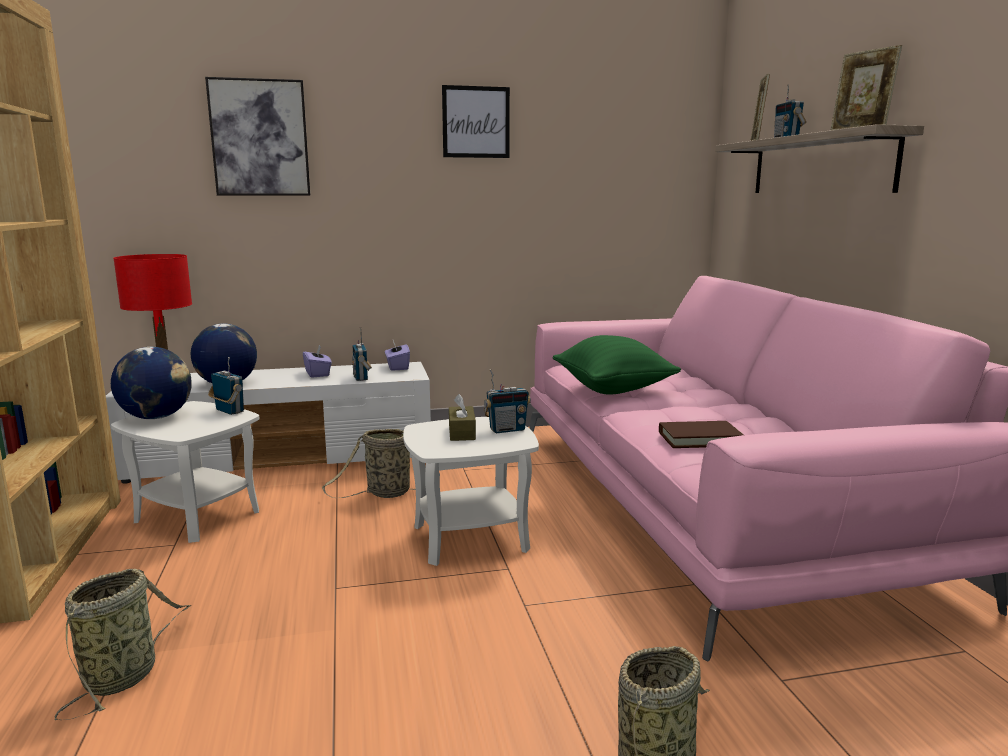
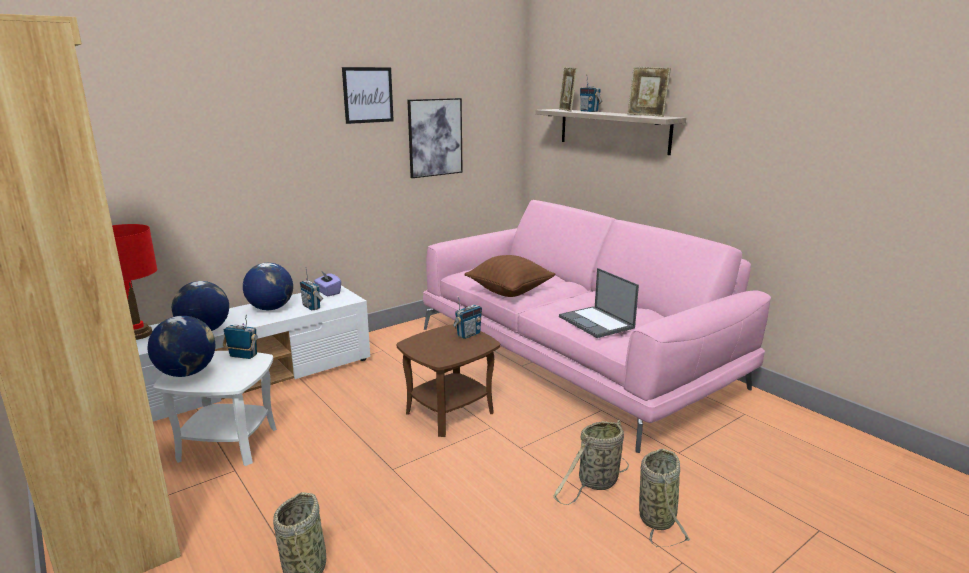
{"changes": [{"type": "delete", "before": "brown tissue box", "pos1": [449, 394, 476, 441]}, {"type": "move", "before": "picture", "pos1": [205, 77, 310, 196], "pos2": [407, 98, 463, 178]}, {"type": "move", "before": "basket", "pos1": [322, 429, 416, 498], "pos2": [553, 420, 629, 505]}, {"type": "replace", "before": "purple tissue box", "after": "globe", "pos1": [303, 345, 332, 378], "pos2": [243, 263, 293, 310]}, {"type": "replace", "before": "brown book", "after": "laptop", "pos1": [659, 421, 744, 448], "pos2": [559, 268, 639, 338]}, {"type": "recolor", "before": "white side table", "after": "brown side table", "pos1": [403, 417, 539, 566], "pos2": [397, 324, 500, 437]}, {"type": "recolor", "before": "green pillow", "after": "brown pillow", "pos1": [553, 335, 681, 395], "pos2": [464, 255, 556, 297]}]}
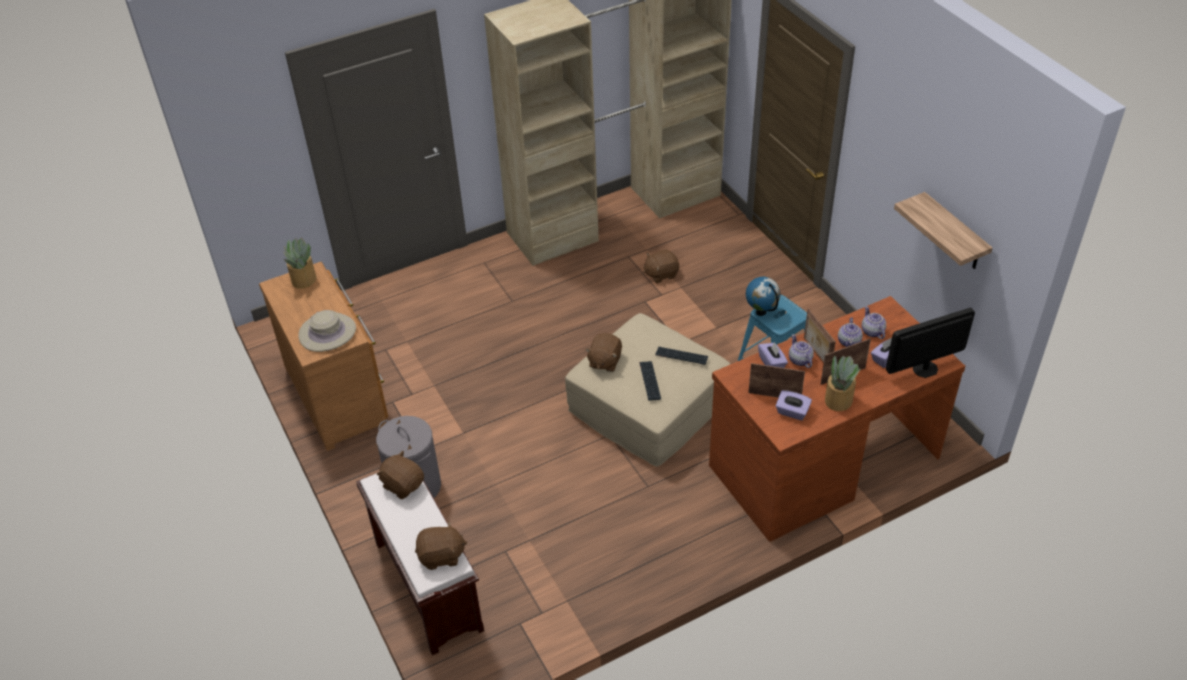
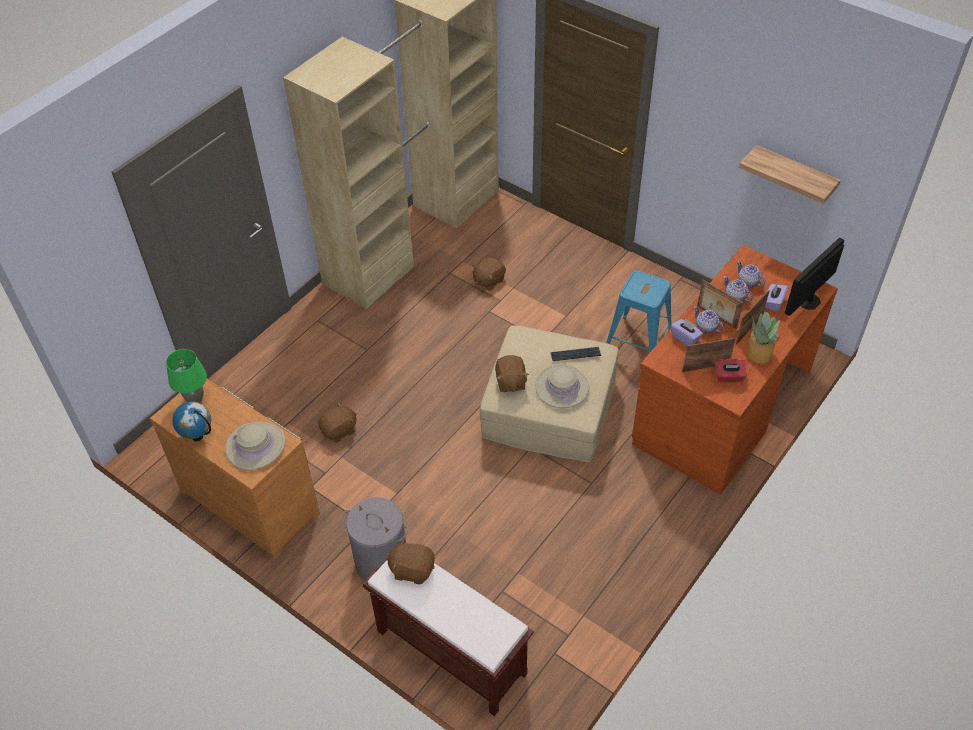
{"changes": [{"type": "move", "before": "brown plush toy", "pos1": [415, 521, 467, 570], "pos2": [318, 402, 357, 442]}, {"type": "move", "before": "globe", "pos1": [746, 277, 780, 316], "pos2": [172, 401, 211, 442]}, {"type": "replace", "before": "potted plant", "after": "green table lamp", "pos1": [283, 238, 316, 289], "pos2": [166, 349, 207, 403]}, {"type": "replace", "before": "keyboard", "after": "beige hat", "pos1": [639, 361, 661, 401], "pos2": [535, 364, 589, 408]}, {"type": "recolor", "before": "purple tissue box", "after": "red tissue box", "pos1": [776, 390, 812, 420], "pos2": [715, 359, 747, 382]}, {"type": "rotate", "before": "teapot", "pos1": [838, 317, 863, 347], "pos2": [723, 276, 753, 302], "turn": 150}]}
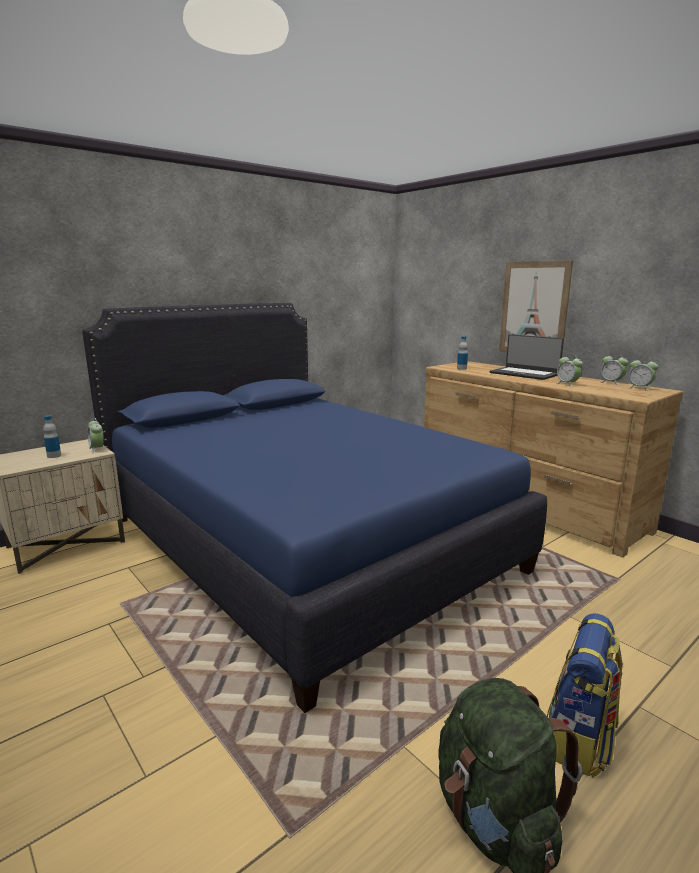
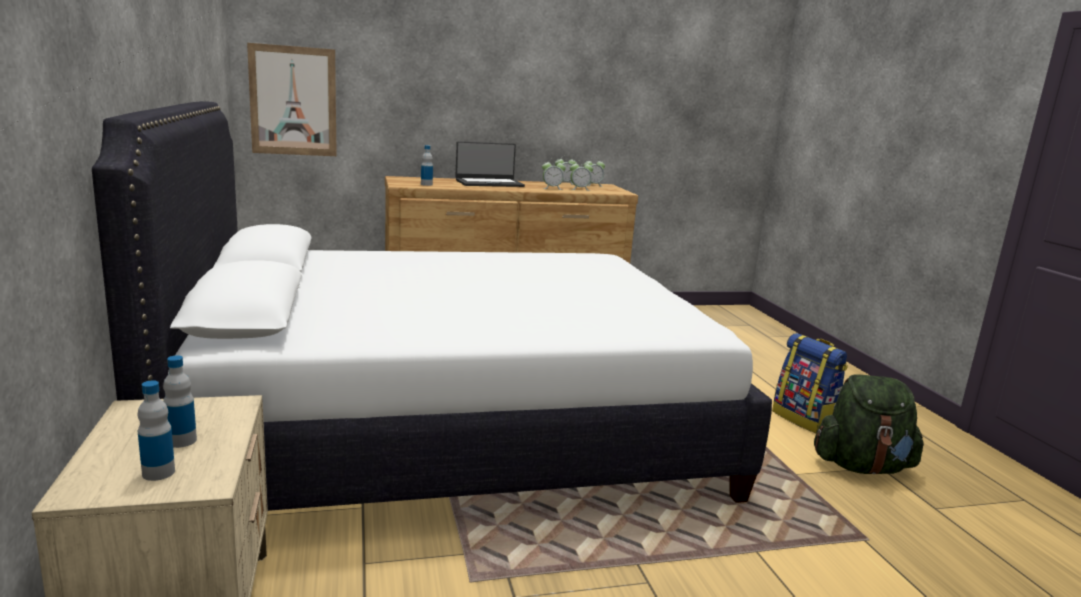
{"changes": [{"type": "insert", "after": "bottle", "pos2": [138, 380, 175, 481]}, {"type": "move", "before": "alarm clock", "pos1": [88, 418, 104, 453], "pos2": [570, 160, 593, 191]}, {"type": "move", "before": "picture", "pos1": [499, 260, 573, 355], "pos2": [247, 43, 337, 156]}, {"type": "recolor", "before": "blue bed", "after": "white bed", "pos1": [82, 303, 547, 713], "pos2": [92, 101, 772, 511]}]}
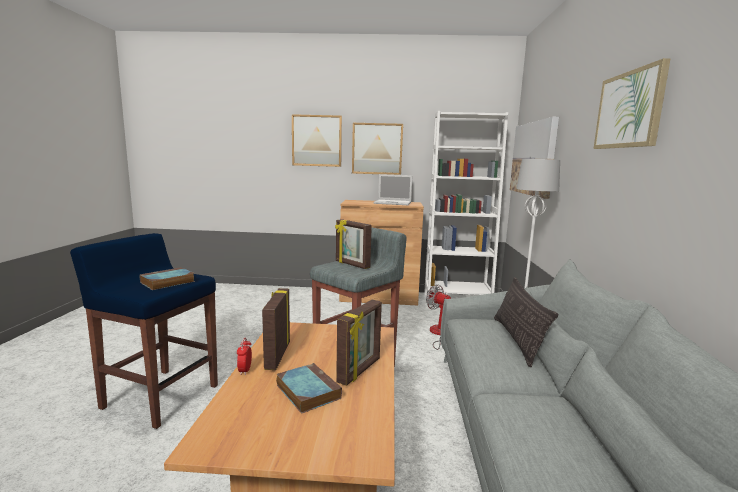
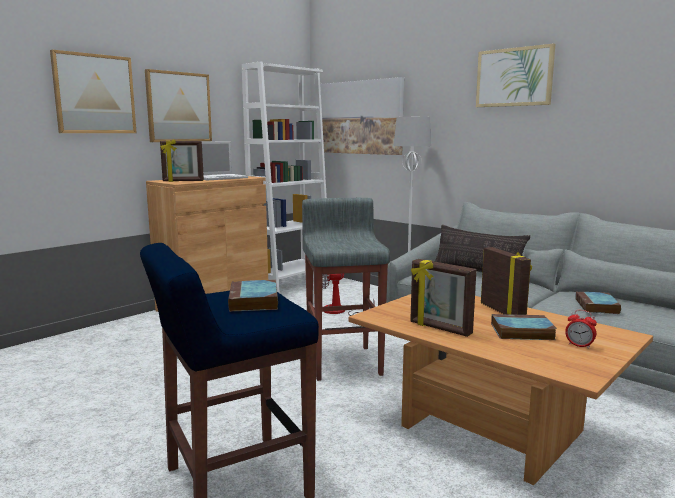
{"changes": [{"type": "insert", "after": "book", "pos2": [576, 291, 621, 314]}, {"type": "move", "before": "alarm clock", "pos1": [237, 337, 252, 375], "pos2": [565, 310, 597, 349]}, {"type": "move", "before": "picture frame", "pos1": [335, 219, 372, 269], "pos2": [160, 139, 204, 182]}]}
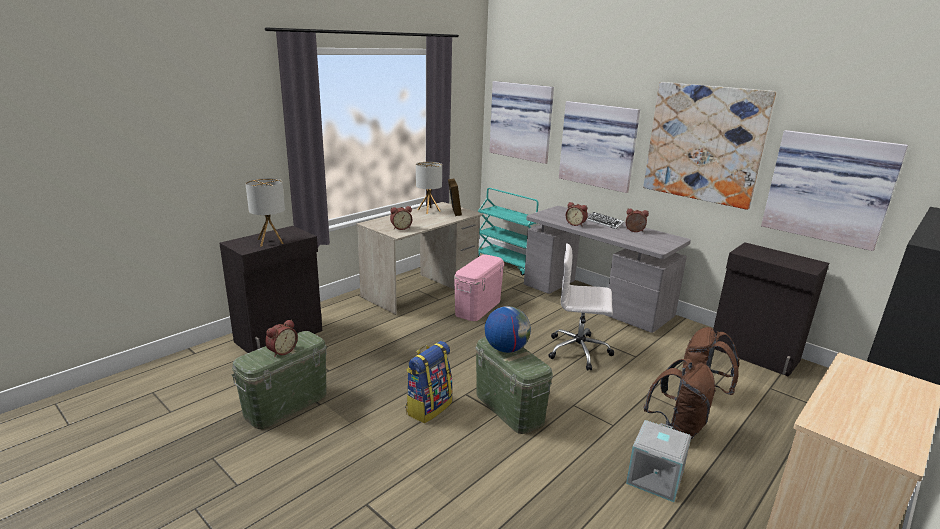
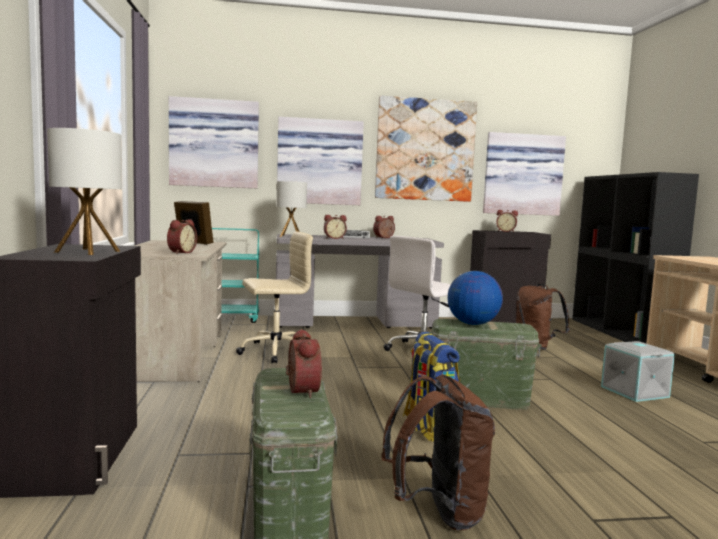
{"changes": [{"type": "insert", "after": "alarm clock", "pos2": [496, 210, 518, 232]}, {"type": "move", "before": "table lamp", "pos1": [416, 162, 442, 214], "pos2": [276, 181, 307, 237]}, {"type": "move", "before": "brown backpack", "pos1": [643, 359, 716, 439], "pos2": [381, 374, 495, 531]}, {"type": "replace", "before": "pink storage box", "after": "beige office chair", "pos1": [454, 254, 504, 321], "pos2": [236, 231, 313, 364]}]}
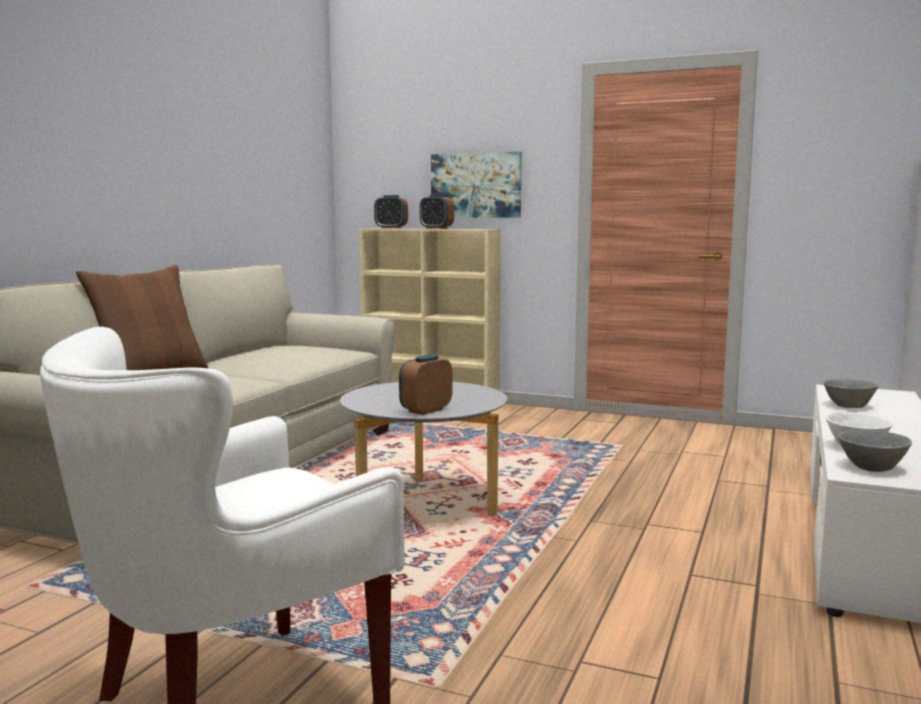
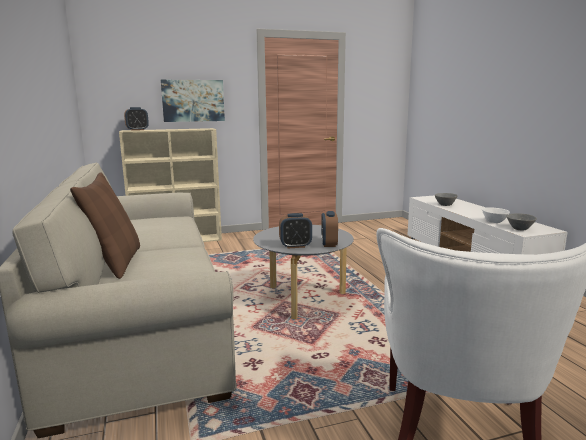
{"changes": [{"type": "move", "before": "alarm clock", "pos1": [420, 194, 454, 229], "pos2": [279, 213, 312, 248]}]}
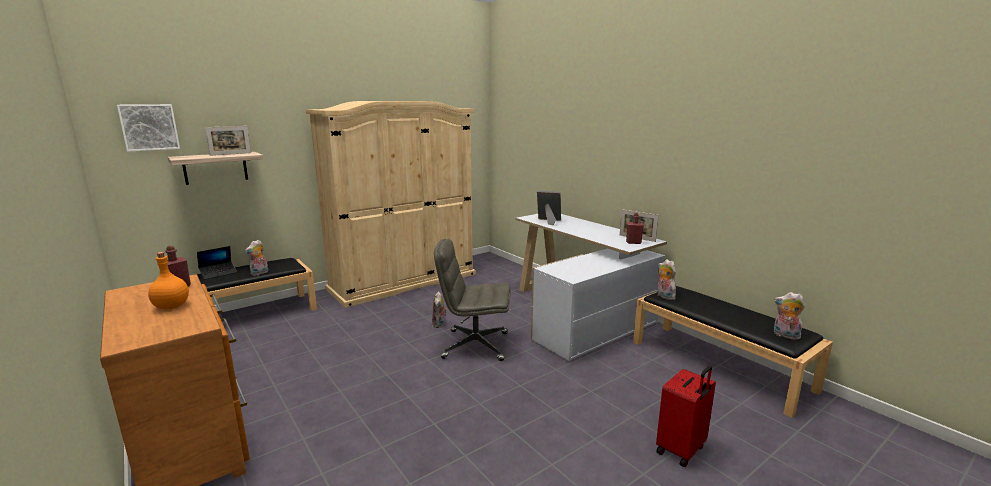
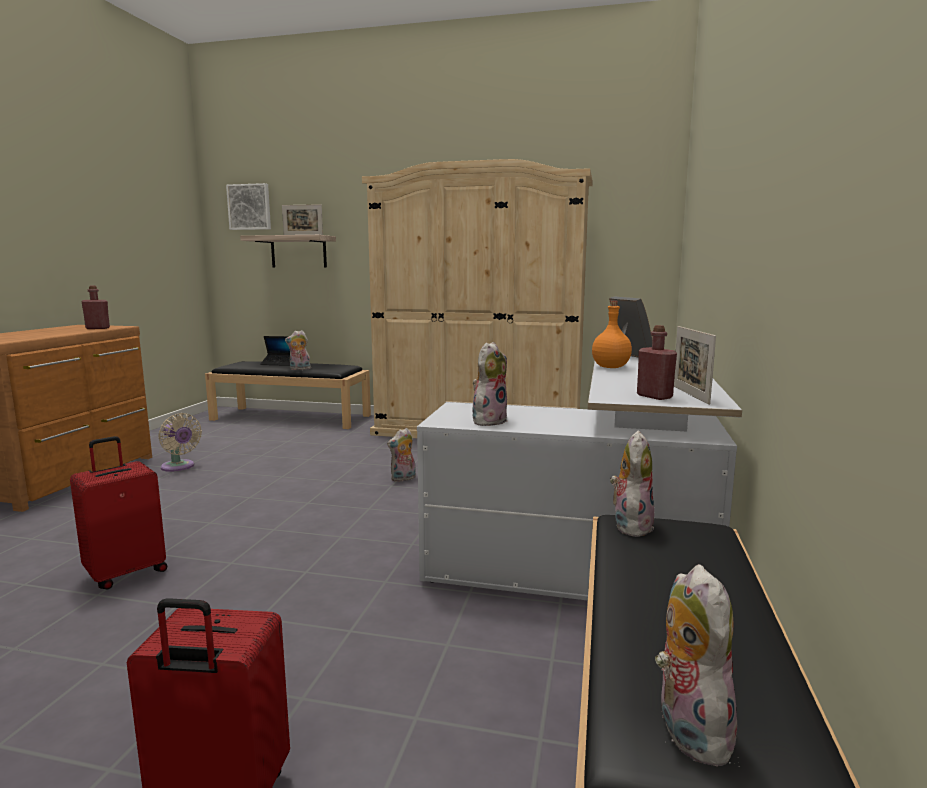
{"changes": [{"type": "delete", "before": "grey office chair", "pos1": [434, 239, 511, 361]}, {"type": "insert", "after": "red suitcase", "pos2": [70, 436, 167, 590]}, {"type": "insert", "after": "beige fan", "pos2": [158, 413, 202, 472]}, {"type": "insert", "after": "plush toy", "pos2": [472, 342, 507, 426]}, {"type": "move", "before": "orange bottle", "pos1": [148, 252, 189, 309], "pos2": [592, 301, 632, 368]}]}
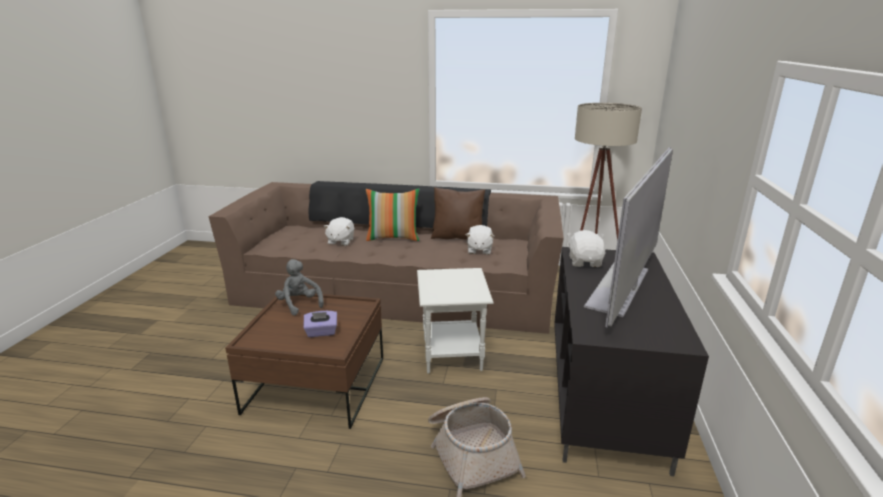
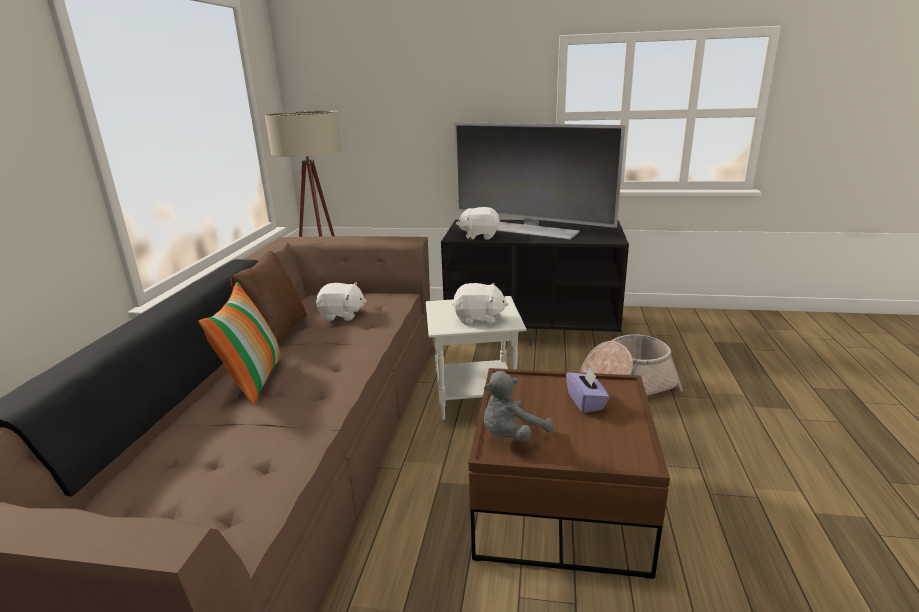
{"changes": [{"type": "move", "before": "white plush toy", "pos1": [323, 217, 354, 246], "pos2": [452, 283, 508, 325]}]}
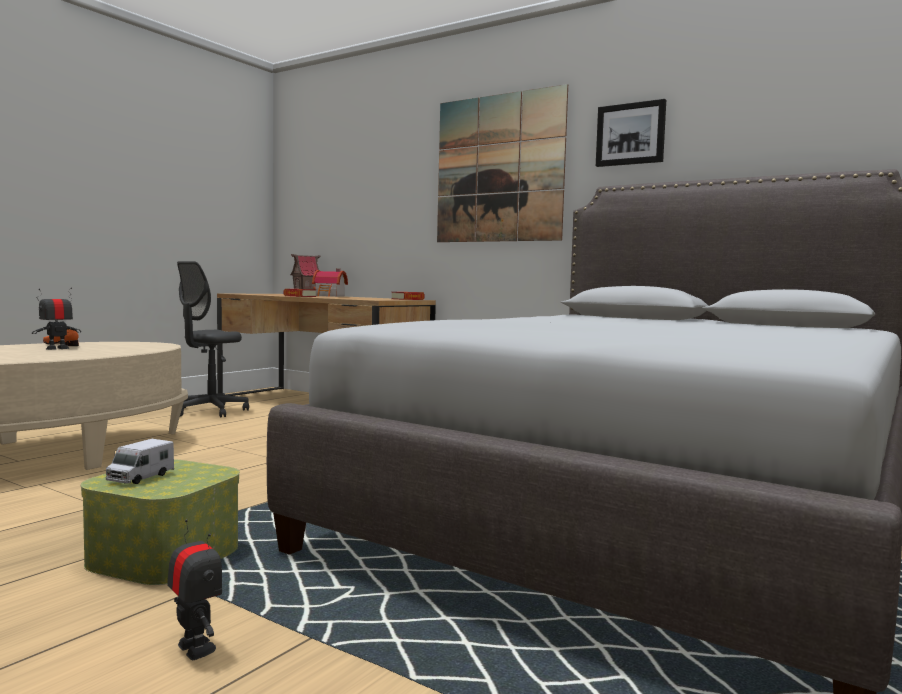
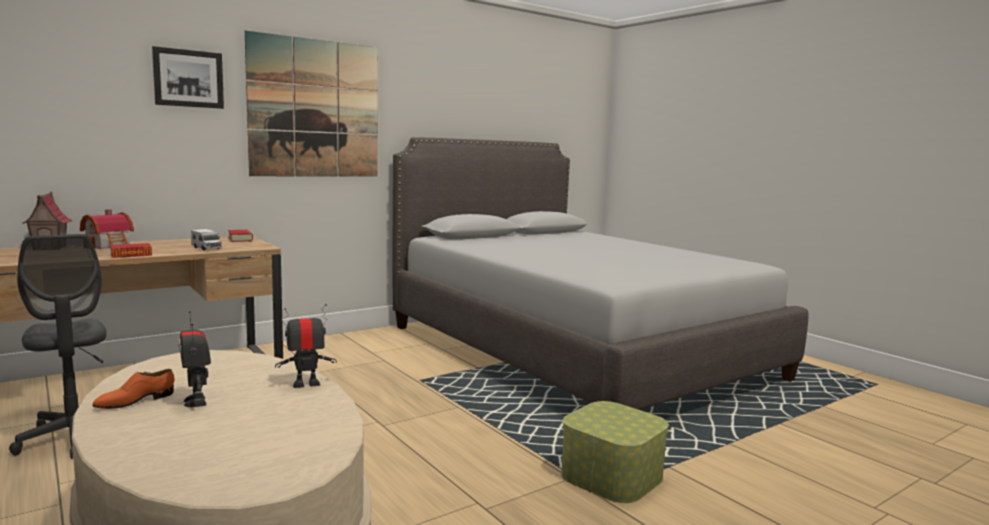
{"changes": [{"type": "move", "before": "toy truck", "pos1": [106, 439, 174, 484], "pos2": [191, 229, 222, 250]}, {"type": "move", "before": "toy robot", "pos1": [167, 519, 222, 660], "pos2": [275, 304, 337, 388]}, {"type": "move", "before": "picture", "pos1": [596, 99, 666, 167], "pos2": [152, 46, 224, 109]}]}
